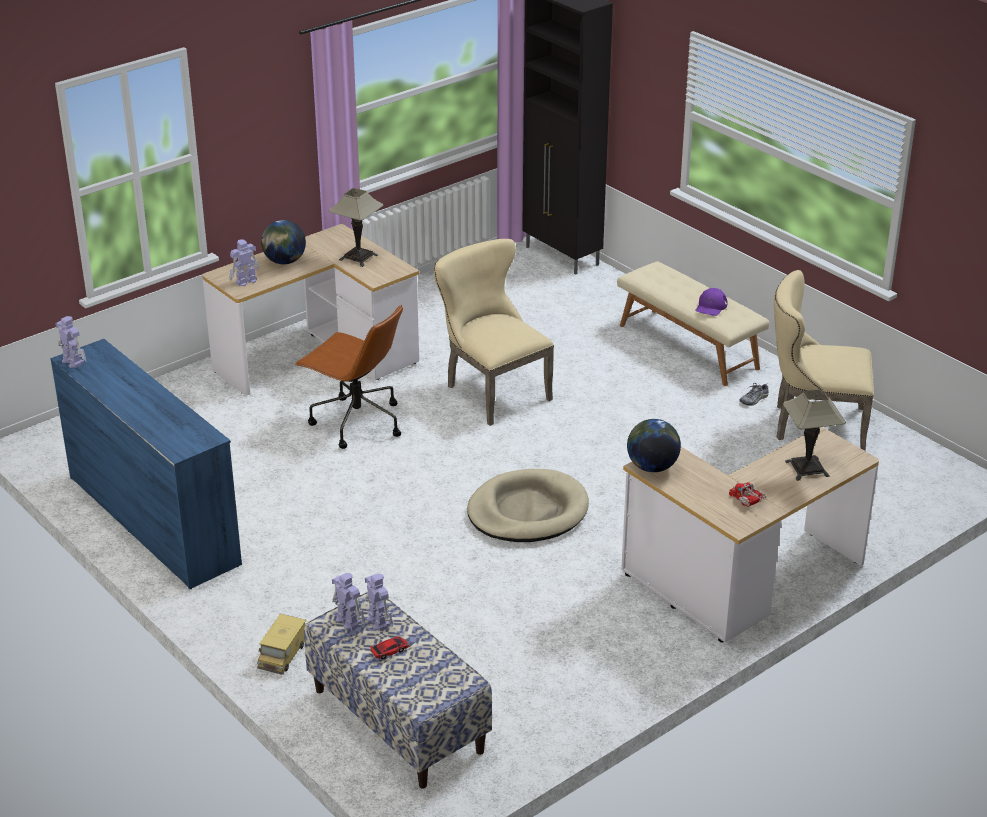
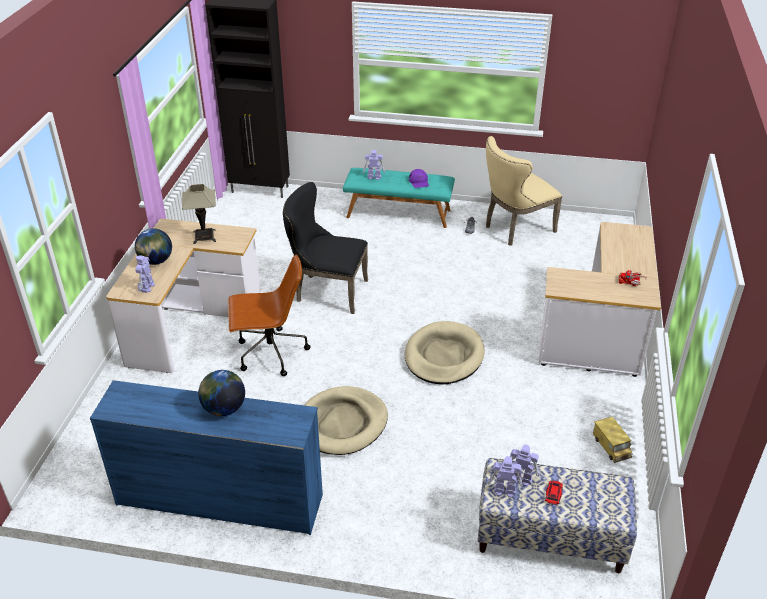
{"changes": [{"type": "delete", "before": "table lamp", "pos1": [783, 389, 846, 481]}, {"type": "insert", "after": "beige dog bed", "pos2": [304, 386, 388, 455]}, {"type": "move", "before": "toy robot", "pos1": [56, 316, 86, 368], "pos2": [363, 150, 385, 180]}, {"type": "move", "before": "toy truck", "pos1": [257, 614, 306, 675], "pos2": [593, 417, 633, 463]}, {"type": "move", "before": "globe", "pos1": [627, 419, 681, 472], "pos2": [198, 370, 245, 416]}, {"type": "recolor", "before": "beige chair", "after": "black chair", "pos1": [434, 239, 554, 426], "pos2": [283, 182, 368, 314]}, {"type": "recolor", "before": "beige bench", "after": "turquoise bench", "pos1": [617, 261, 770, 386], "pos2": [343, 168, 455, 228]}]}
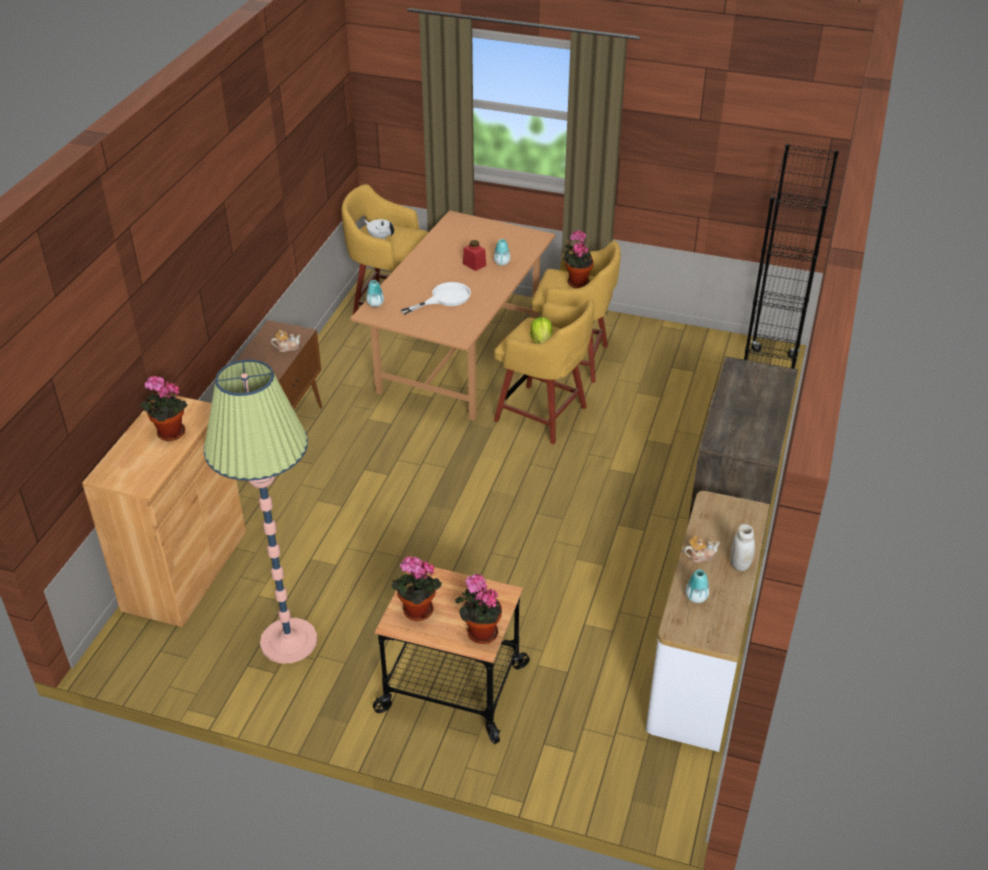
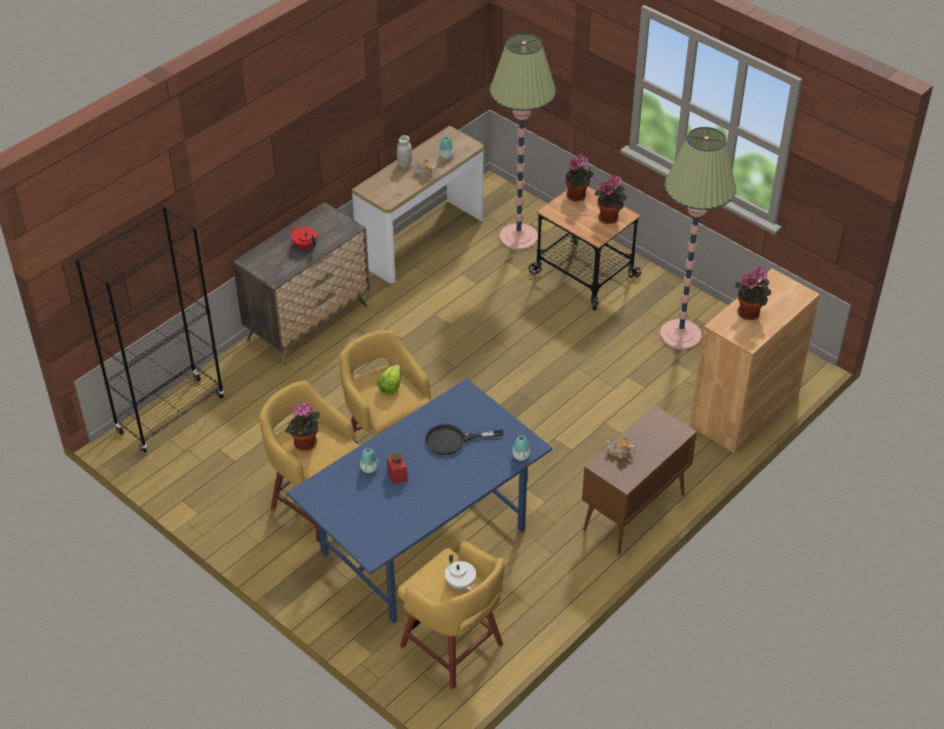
{"changes": [{"type": "insert", "after": "red teapot", "pos2": [291, 226, 317, 249]}, {"type": "insert", "after": "floor lamp", "pos2": [490, 33, 556, 250]}, {"type": "recolor", "before": "brown dining table", "after": "blue dining table", "pos1": [350, 210, 555, 421], "pos2": [287, 379, 552, 623]}, {"type": "recolor", "before": "white frying pan", "after": "black frying pan", "pos1": [401, 282, 471, 315], "pos2": [425, 424, 503, 455]}]}
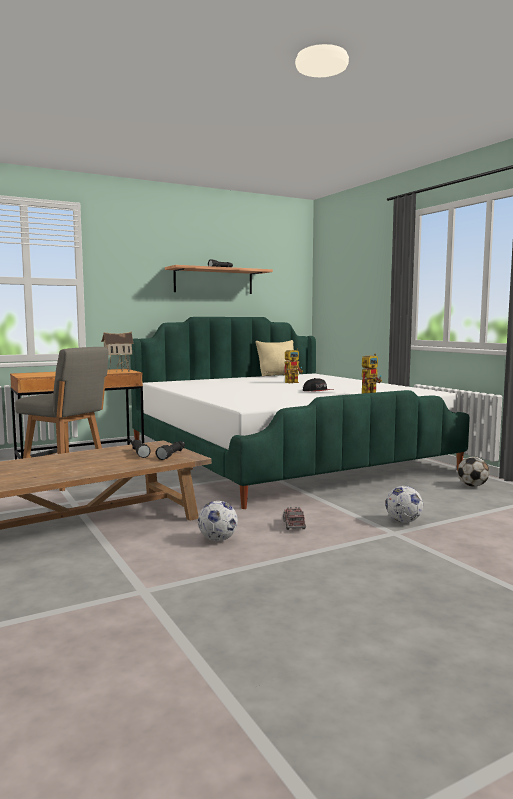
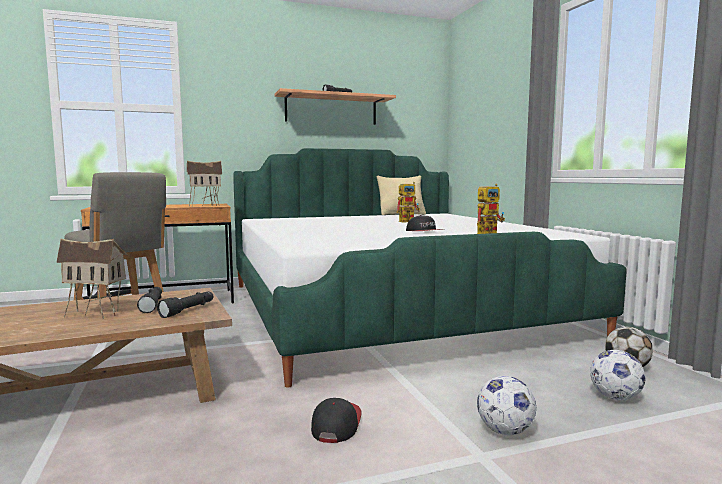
{"changes": [{"type": "insert", "after": "toy house", "pos2": [56, 238, 128, 319]}, {"type": "move", "before": "football", "pos1": [198, 501, 238, 541], "pos2": [590, 350, 645, 400]}, {"type": "replace", "before": "toy truck", "after": "cap", "pos1": [283, 507, 306, 530], "pos2": [311, 398, 362, 443]}]}
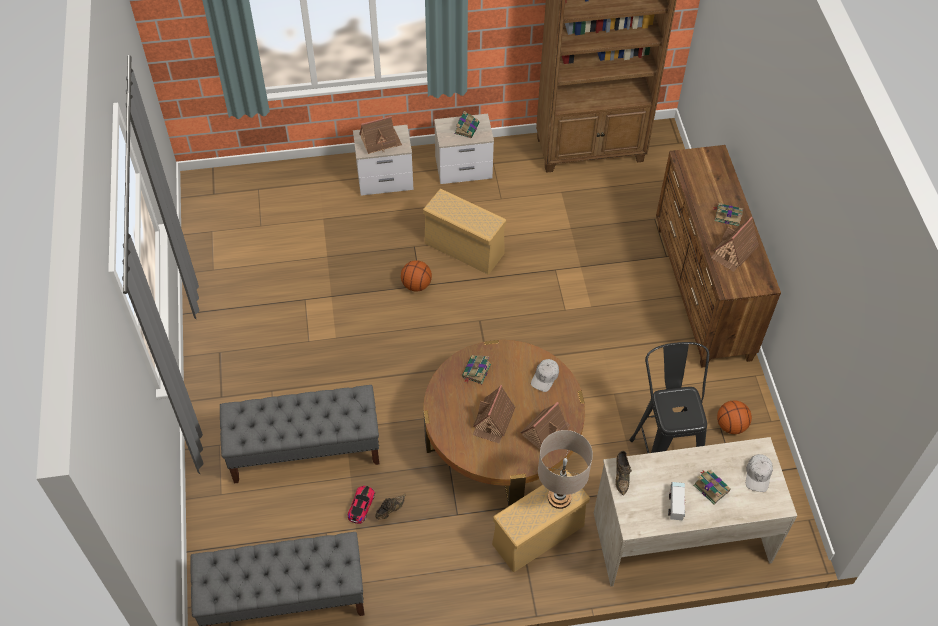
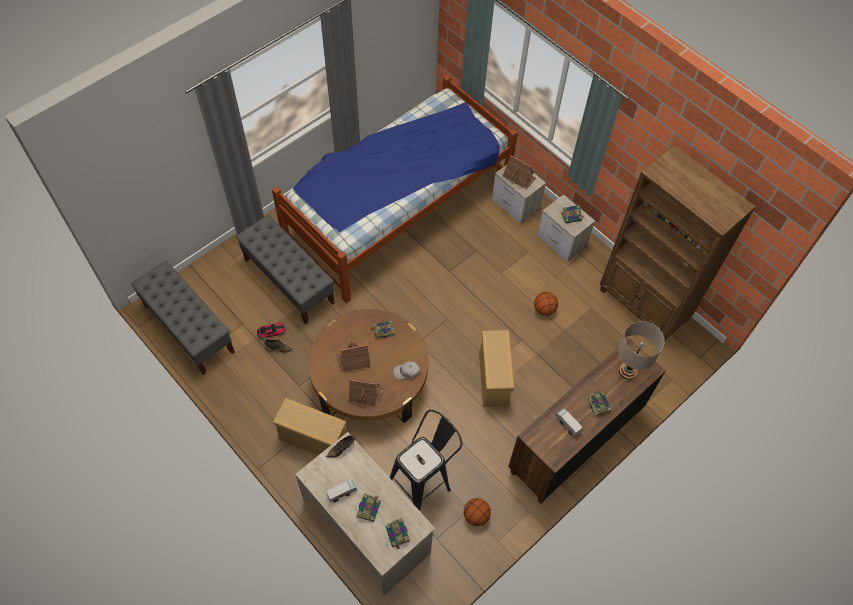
{"changes": [{"type": "insert", "after": "bed", "pos2": [272, 75, 518, 303]}, {"type": "move", "before": "basketball", "pos1": [401, 260, 432, 291], "pos2": [534, 292, 558, 316]}, {"type": "move", "before": "beige storage box", "pos1": [423, 189, 506, 274], "pos2": [479, 330, 514, 407]}, {"type": "move", "before": "beige table lamp", "pos1": [538, 430, 593, 509], "pos2": [618, 321, 665, 380]}, {"type": "replace", "before": "toy house", "after": "toy truck", "pos1": [711, 217, 759, 272], "pos2": [556, 409, 583, 436]}, {"type": "replace", "before": "white cap", "after": "book", "pos1": [746, 454, 773, 492], "pos2": [386, 518, 410, 550]}]}
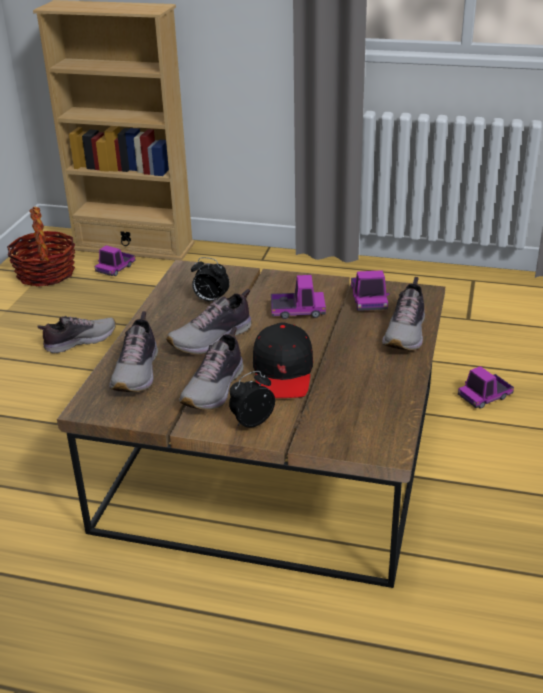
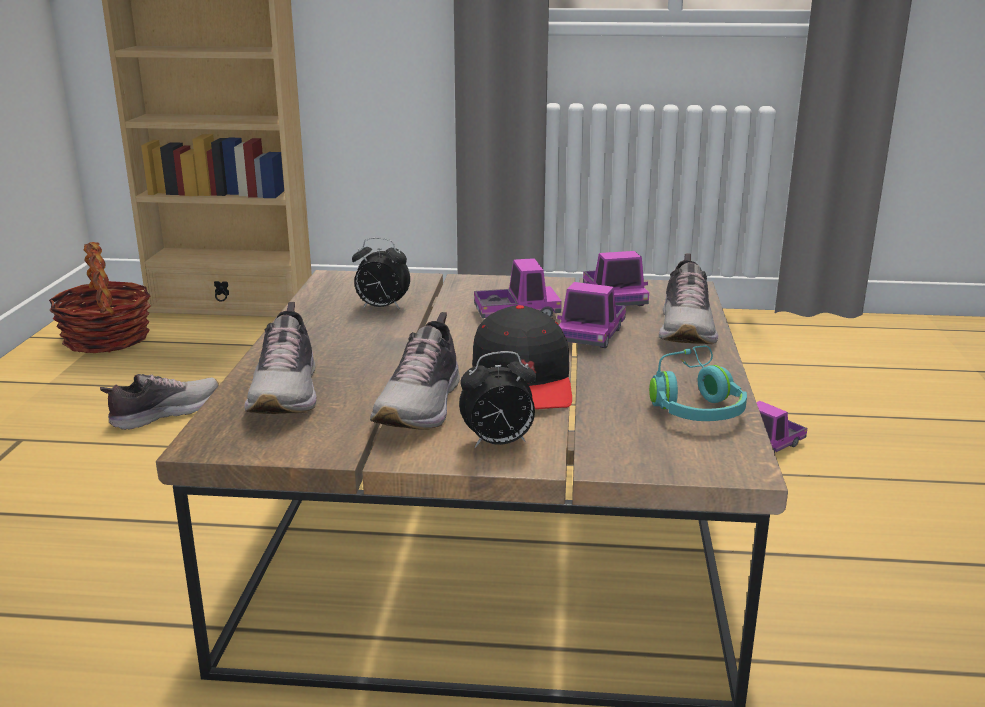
{"changes": [{"type": "delete", "before": "shoe", "pos1": [166, 289, 251, 354]}, {"type": "insert", "after": "turquoise headphones", "pos2": [649, 345, 747, 421]}, {"type": "move", "before": "toy truck", "pos1": [95, 245, 136, 276], "pos2": [557, 282, 626, 348]}, {"type": "rotate", "before": "alarm clock", "pos1": [229, 371, 275, 428], "pos2": [459, 351, 537, 448], "turn": -150}]}
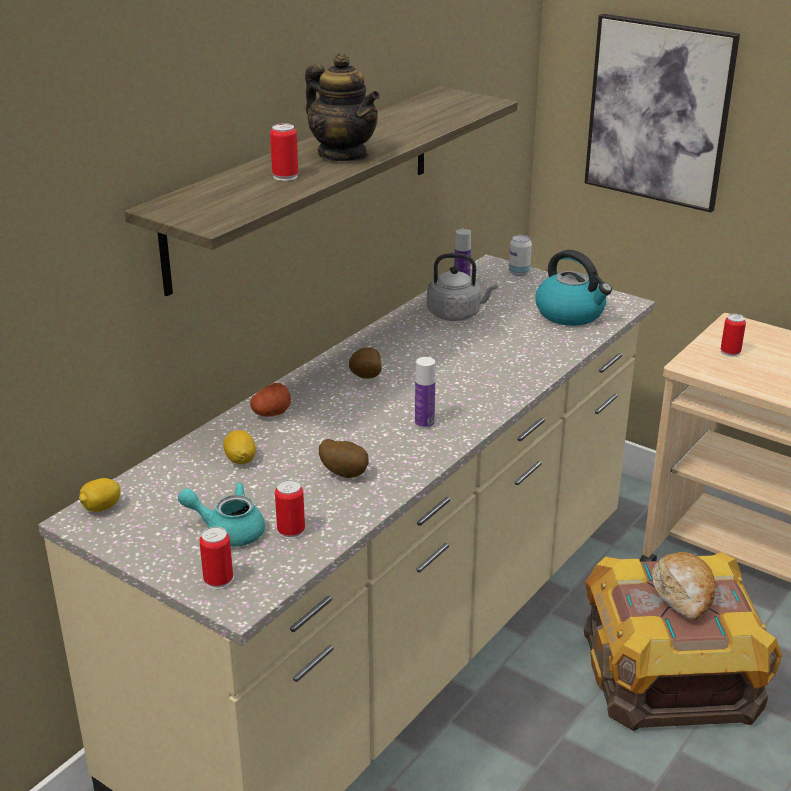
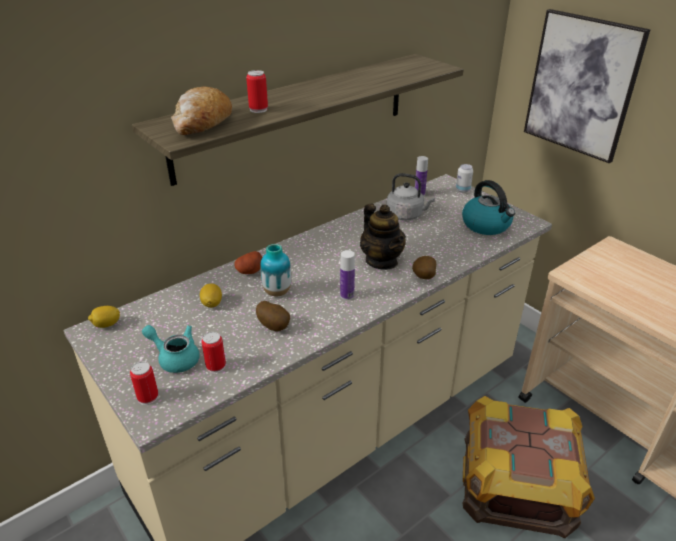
{"changes": [{"type": "delete", "before": "can", "pos1": [721, 314, 746, 357]}, {"type": "insert", "after": "vase", "pos2": [260, 244, 291, 296]}, {"type": "move", "before": "teapot", "pos1": [305, 53, 380, 161], "pos2": [360, 204, 406, 270]}, {"type": "move", "before": "potato", "pos1": [349, 347, 382, 379], "pos2": [412, 256, 436, 279]}, {"type": "move", "before": "bread", "pos1": [652, 552, 715, 620], "pos2": [171, 87, 232, 135]}]}
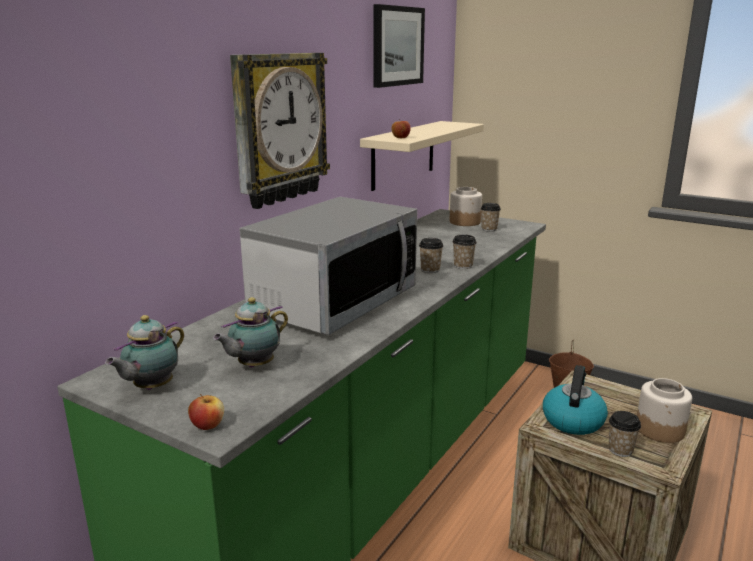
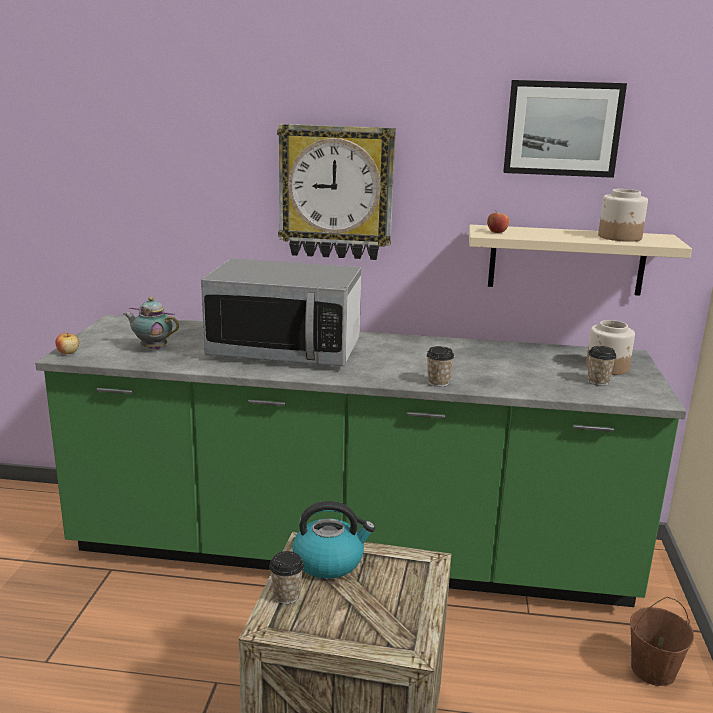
{"changes": [{"type": "delete", "before": "teapot", "pos1": [105, 315, 184, 390]}, {"type": "delete", "before": "cup", "pos1": [419, 238, 443, 273]}, {"type": "move", "before": "jar", "pos1": [637, 378, 692, 443], "pos2": [598, 189, 648, 242]}]}
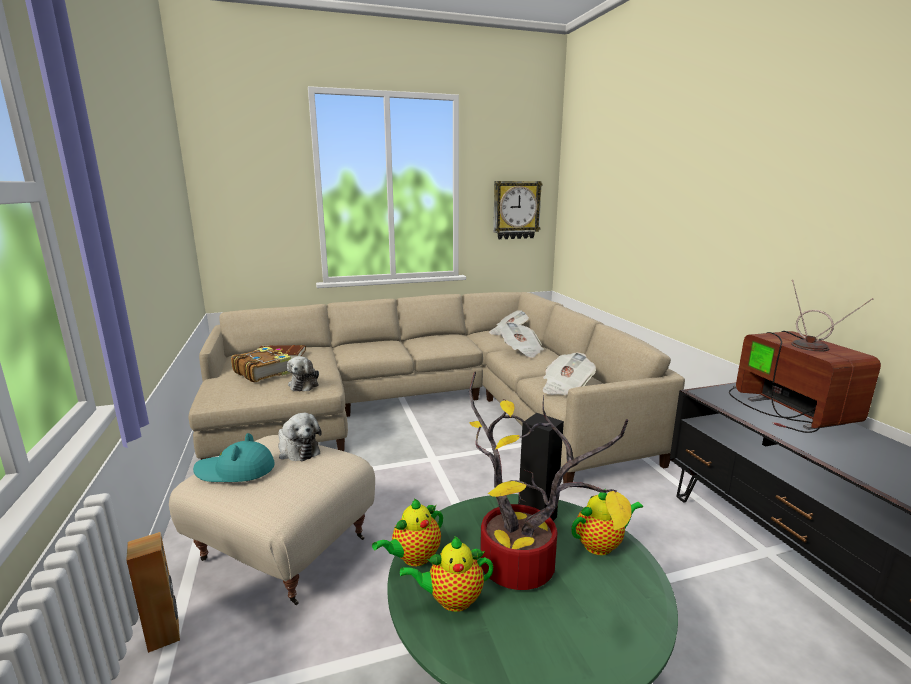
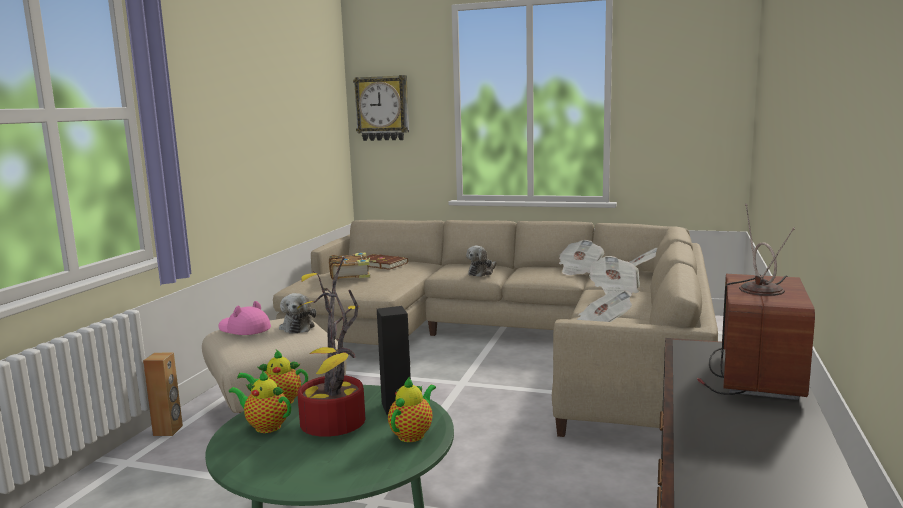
{"changes": [{"type": "insert", "after": "newspaper", "pos2": [559, 240, 604, 275]}, {"type": "move", "before": "plush toy", "pos1": [287, 356, 319, 391], "pos2": [466, 246, 497, 277]}, {"type": "move", "before": "wall clock", "pos1": [493, 181, 543, 239], "pos2": [353, 75, 409, 141]}, {"type": "recolor", "before": "turquoise hat", "after": "pink hat", "pos1": [193, 433, 275, 482], "pos2": [218, 301, 271, 335]}, {"type": "rotate", "before": "teapot", "pos1": [571, 489, 643, 555], "pos2": [388, 376, 436, 442], "turn": -75}]}
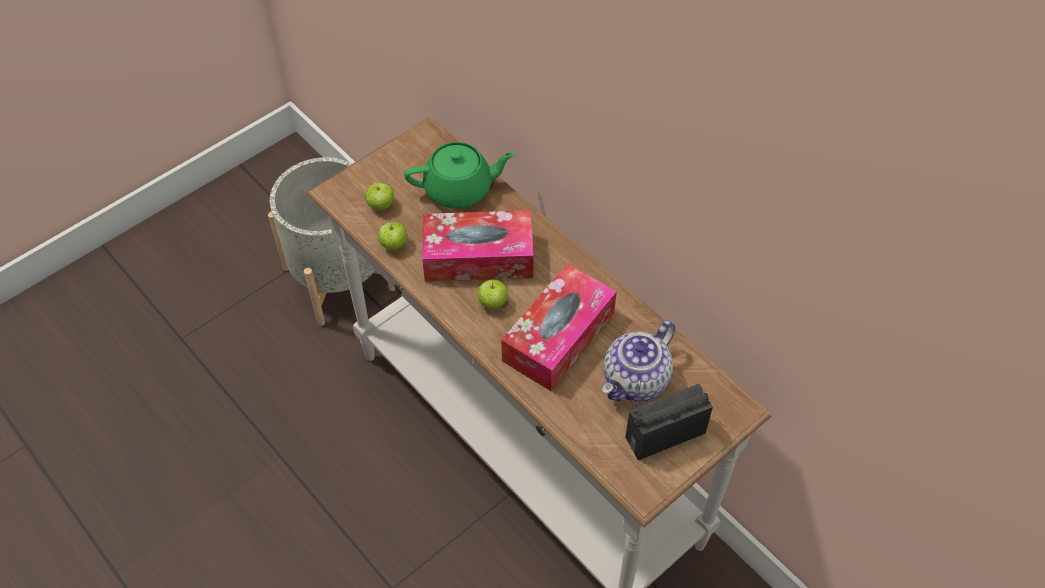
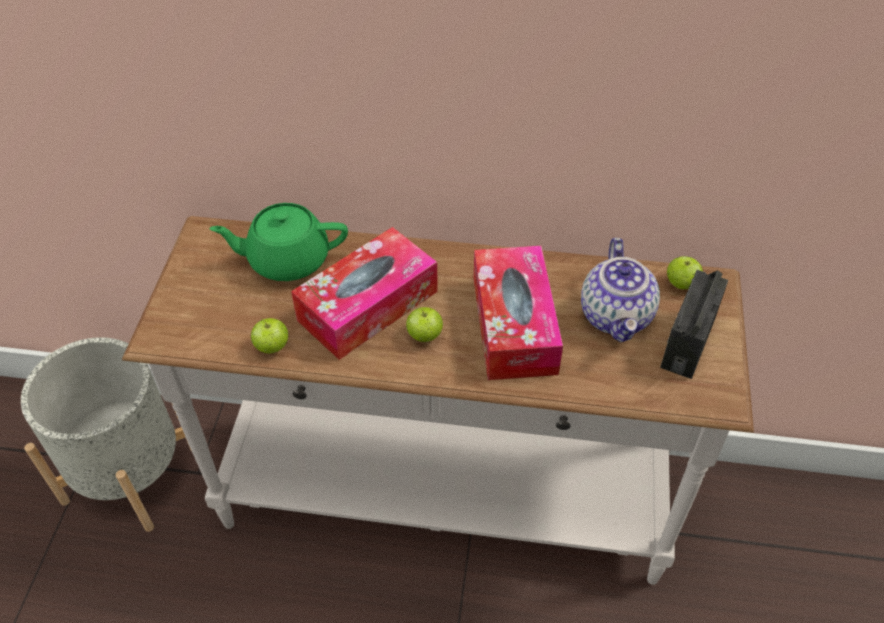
{"changes": [{"type": "move", "before": "apple", "pos1": [365, 183, 394, 210], "pos2": [667, 256, 703, 289]}, {"type": "rotate", "before": "green teapot", "pos1": [404, 142, 516, 208], "pos2": [209, 203, 348, 281], "turn": -135}]}
